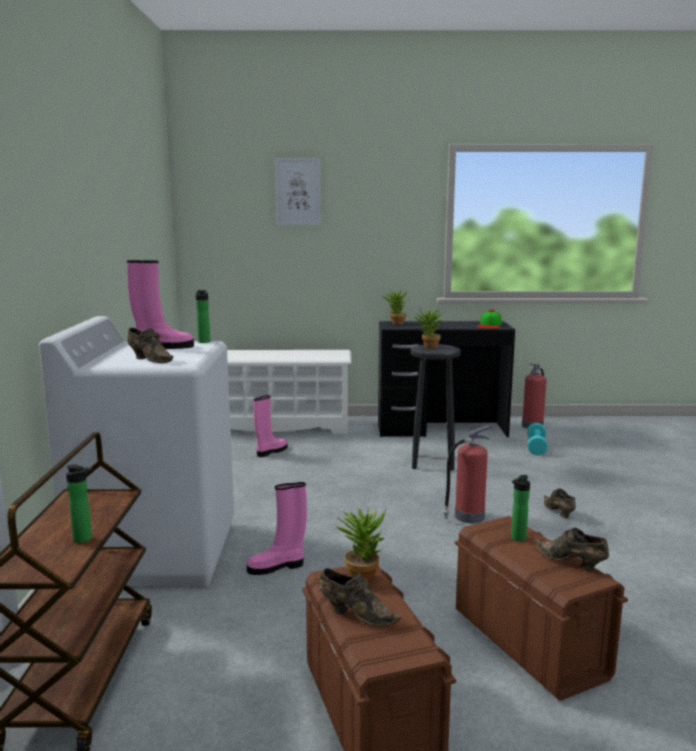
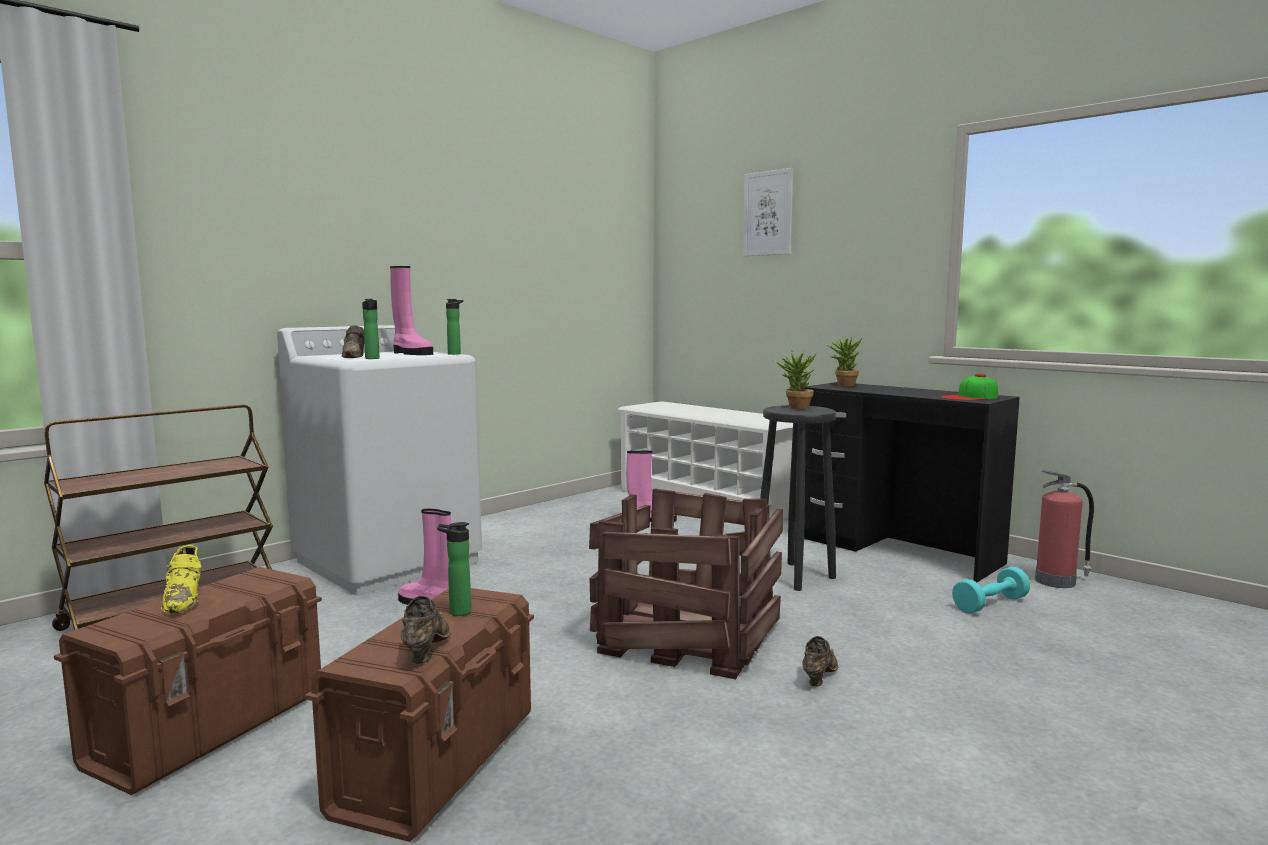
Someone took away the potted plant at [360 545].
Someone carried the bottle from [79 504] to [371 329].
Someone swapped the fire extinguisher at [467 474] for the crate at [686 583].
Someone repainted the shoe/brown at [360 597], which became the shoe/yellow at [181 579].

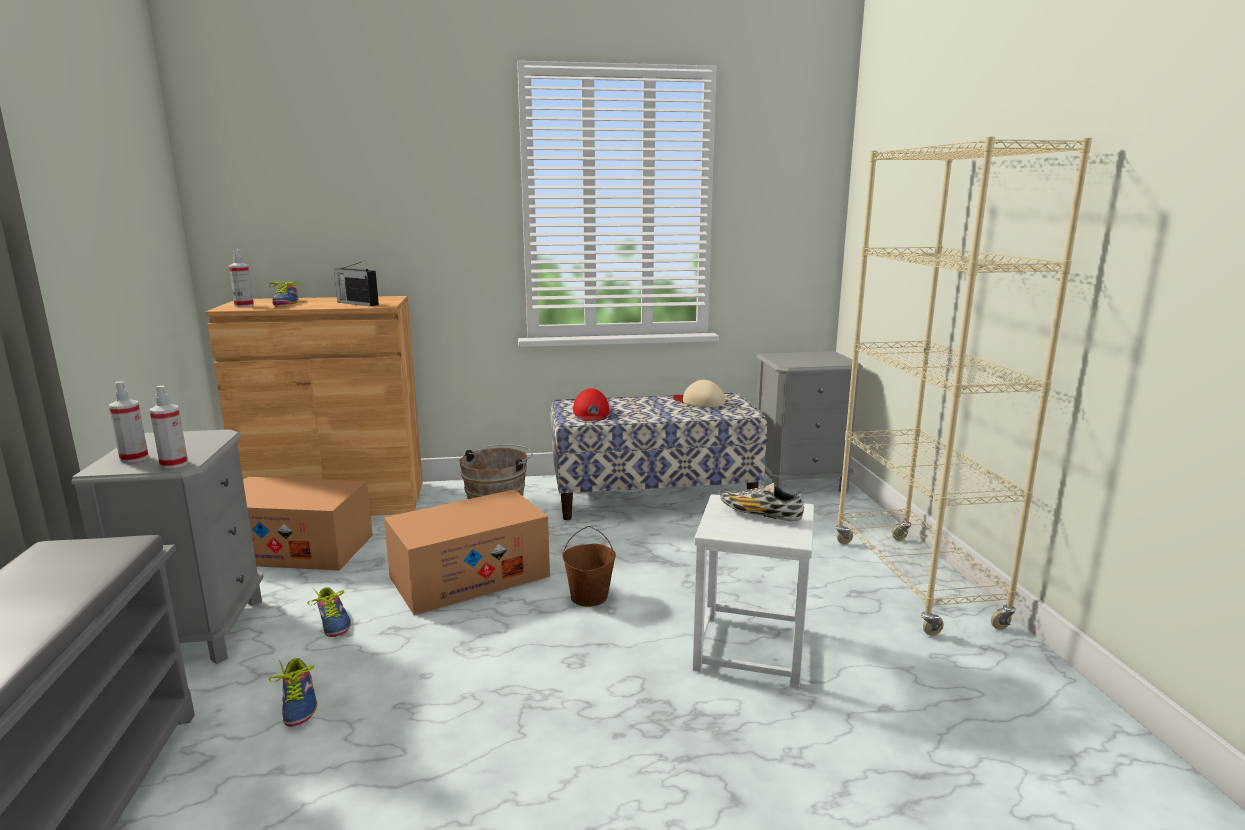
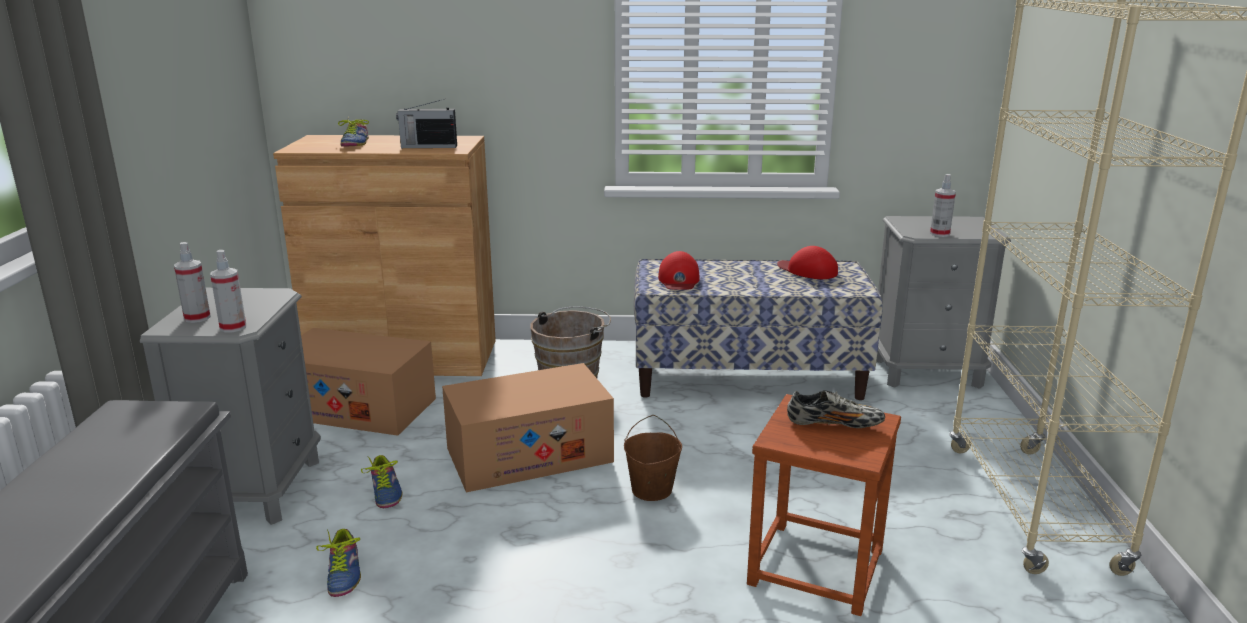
Someone carried the spray bottle from [241 278] to [943 205].
Someone repainted the cap/beige at [699 393], which became the cap/red at [807 262].
Someone repainted the stool/white at [753 590], which became the stool/brown at [824 505].
Someone rotated the radio at [356 283] by 45 degrees counterclockwise.
Someone rotated the shoe at [762 502] by 150 degrees clockwise.

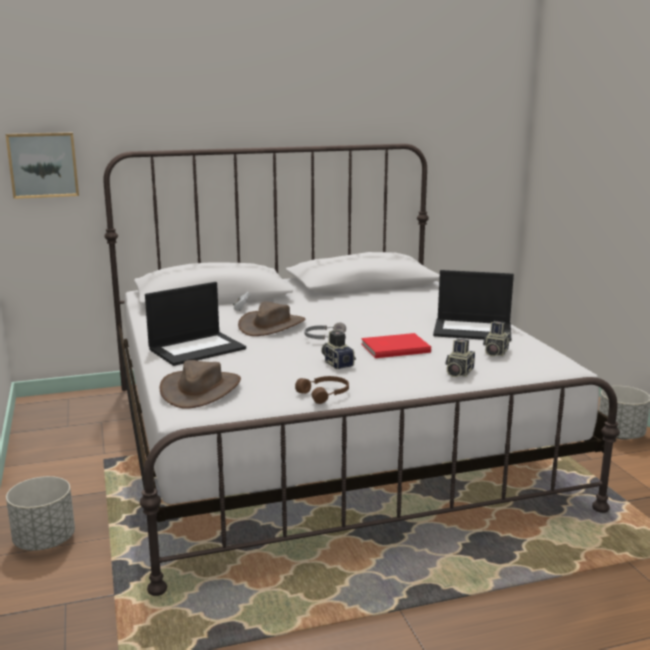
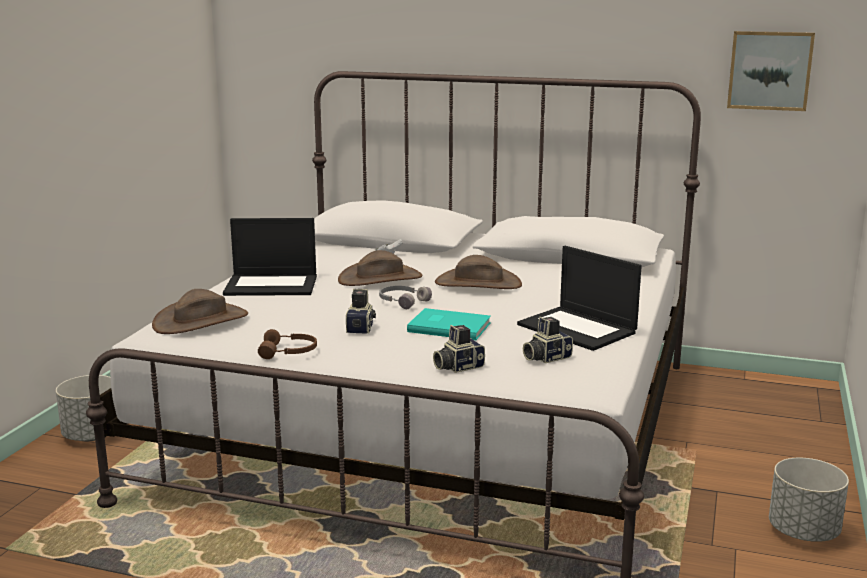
Someone put down the hat/brown at [478 272].
Someone carried the picture from [42 165] to [771 71].
Someone repainted the book/red at [396 345], which became the book/turquoise at [449 324].

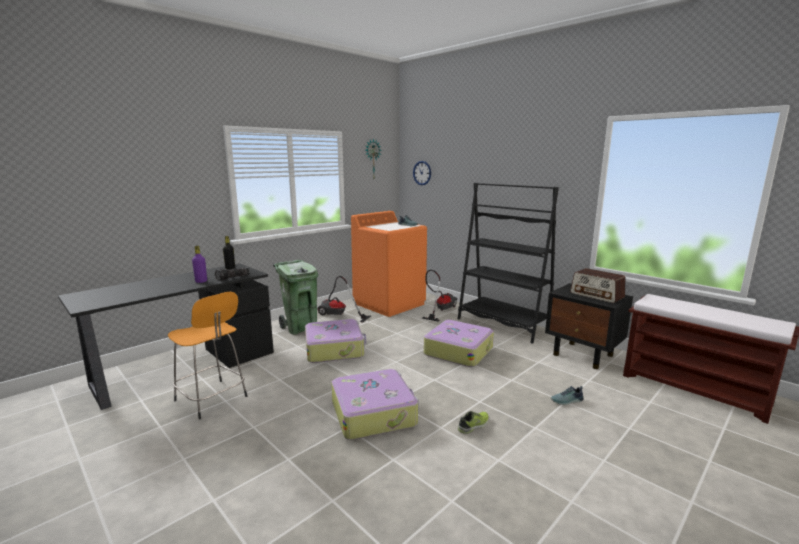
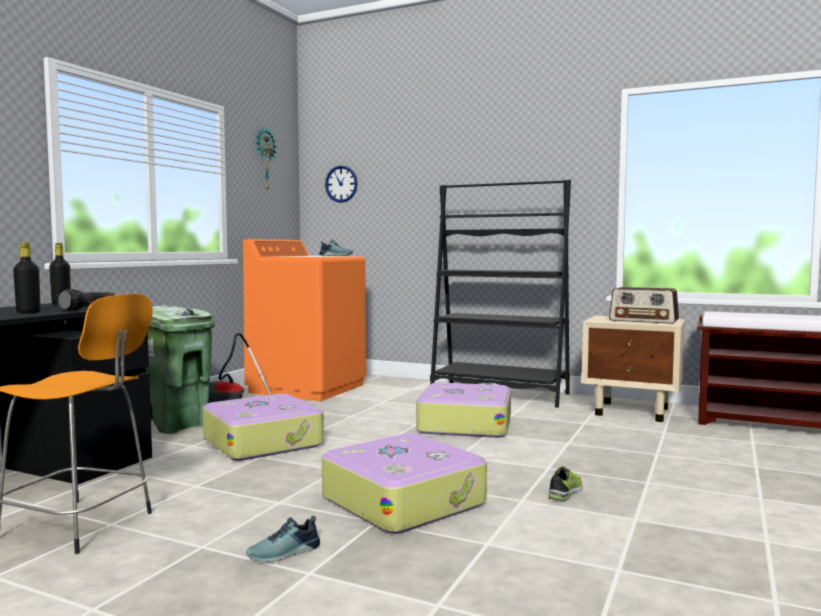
Someone took away the vacuum cleaner at [439 296].
Someone carried the shoe from [567 395] to [283 538].
Someone repainted the bottle/purple at [199 264], which became the bottle/black at [26 277].
Someone repainted the nightstand/black at [589 326], which became the nightstand/beige at [633 369].

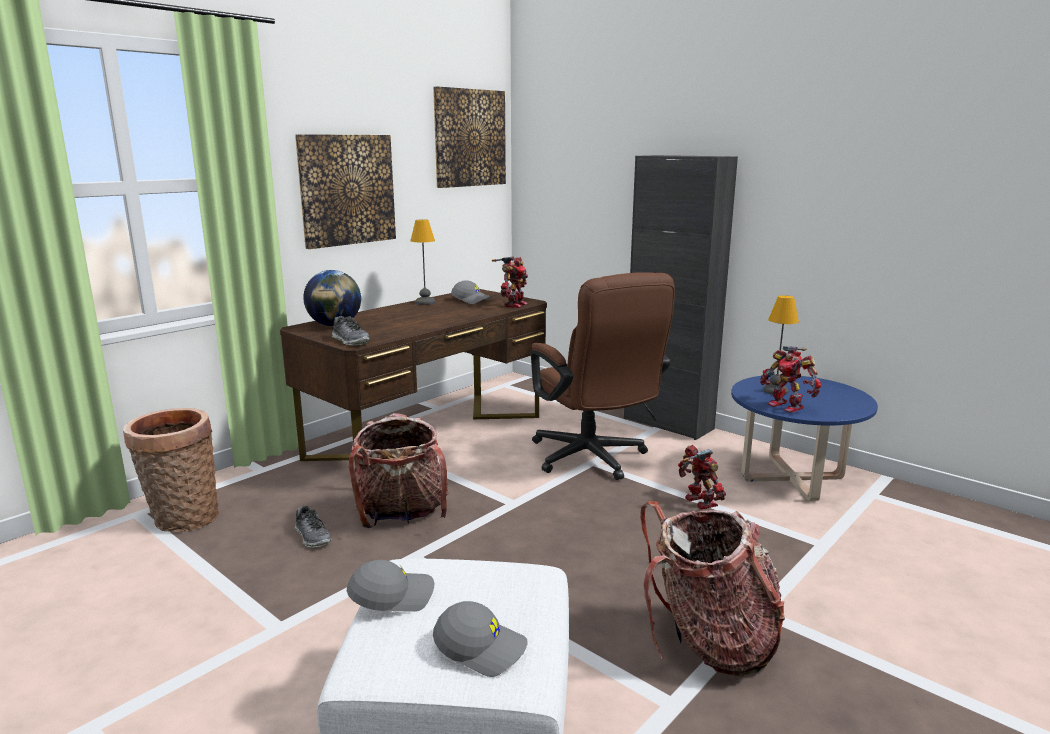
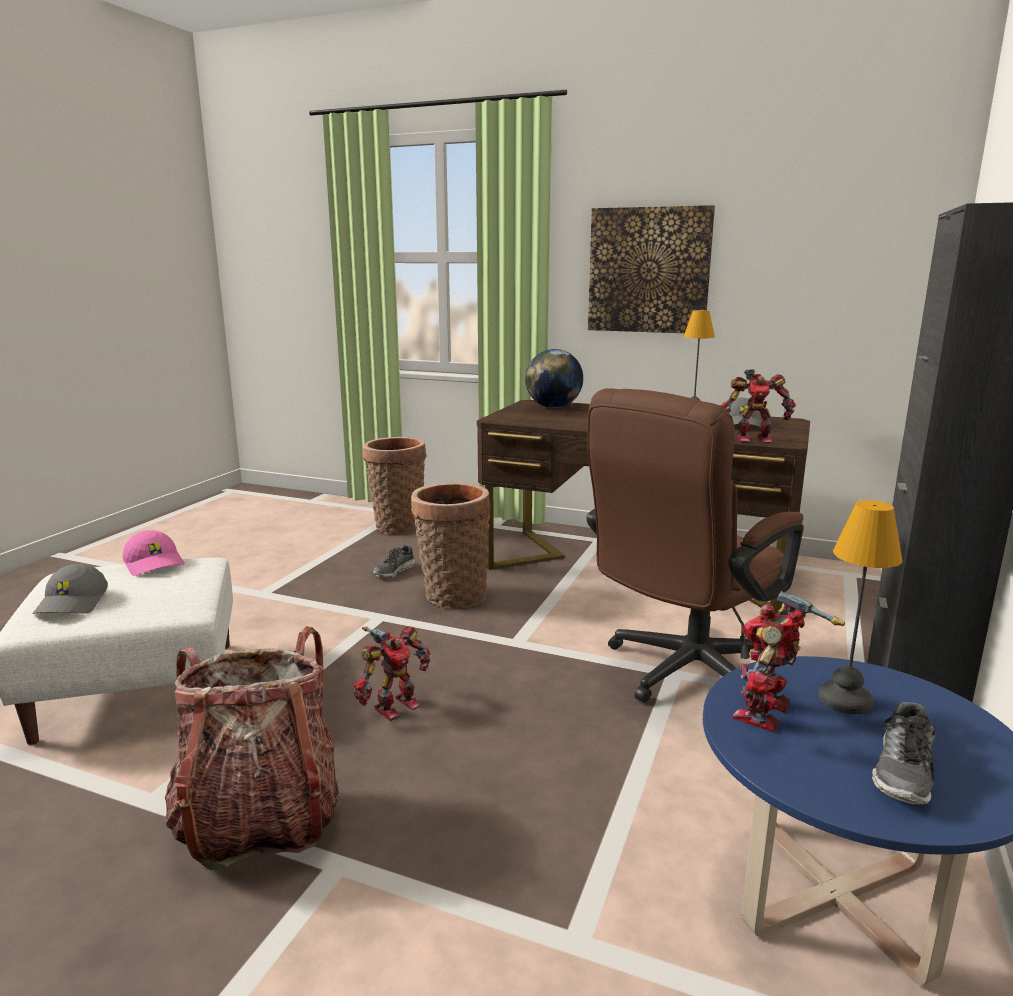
Someone took away the picture at [469 137].
Someone carried the shoe from [351 330] to [904 753].
Someone carried the toy robot from [702 477] to [392 673].
Someone swapped the backpack at [398 470] for the basket at [450 546].
Someone repainted the cap/grey at [390 586], which became the cap/pink at [154 553].

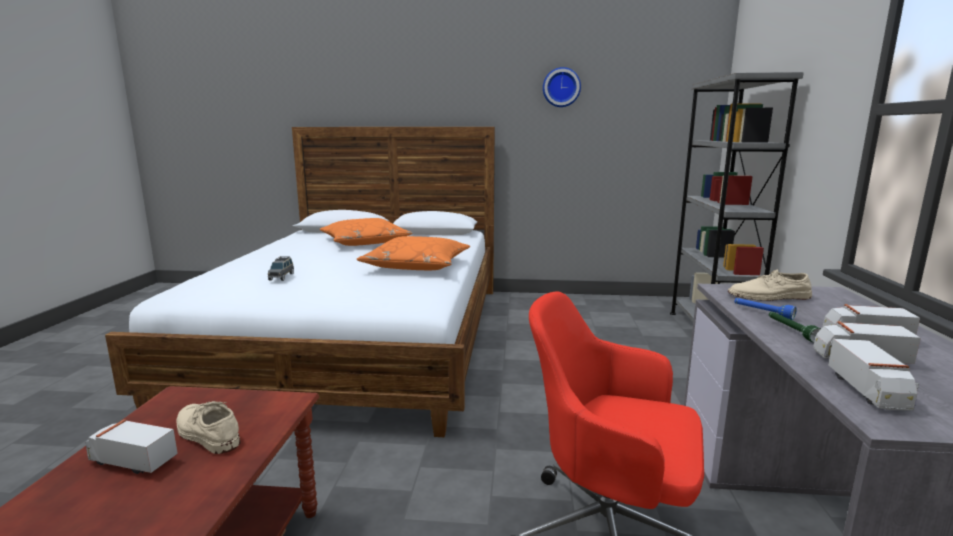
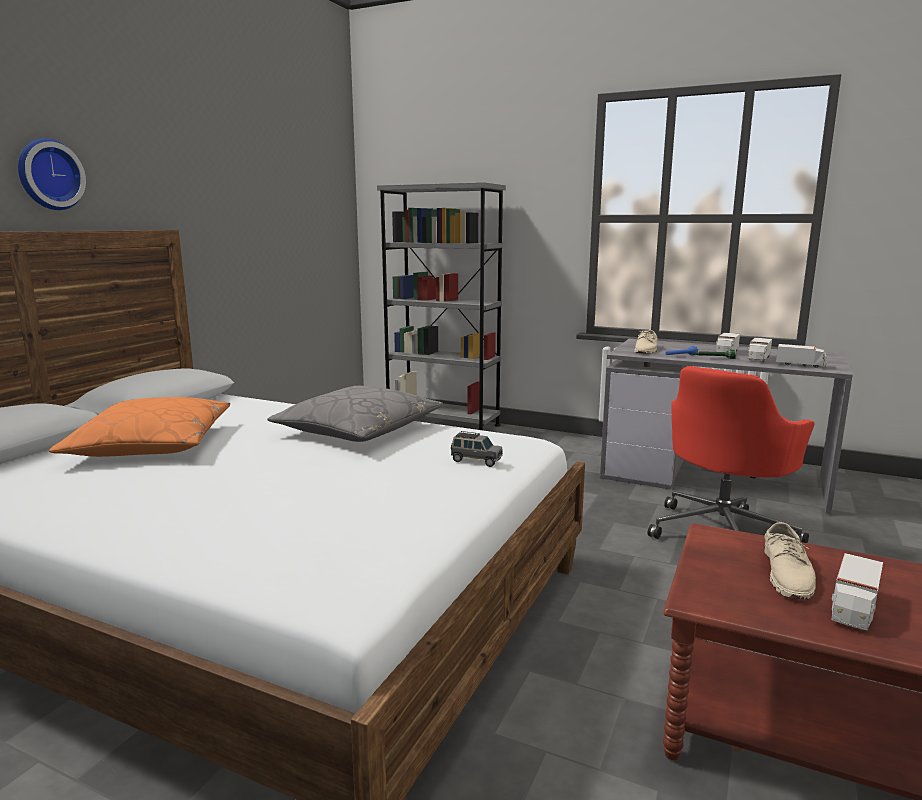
Someone carried the toy car/grey from [281 268] to [477 449].
Someone carried the wall clock from [562 87] to [52 174].
Someone repainted the pillow/orange at [413 253], which became the pillow/grey at [355 414].
Someone rotated the shoe/beige at [209 427] by 45 degrees counterclockwise.

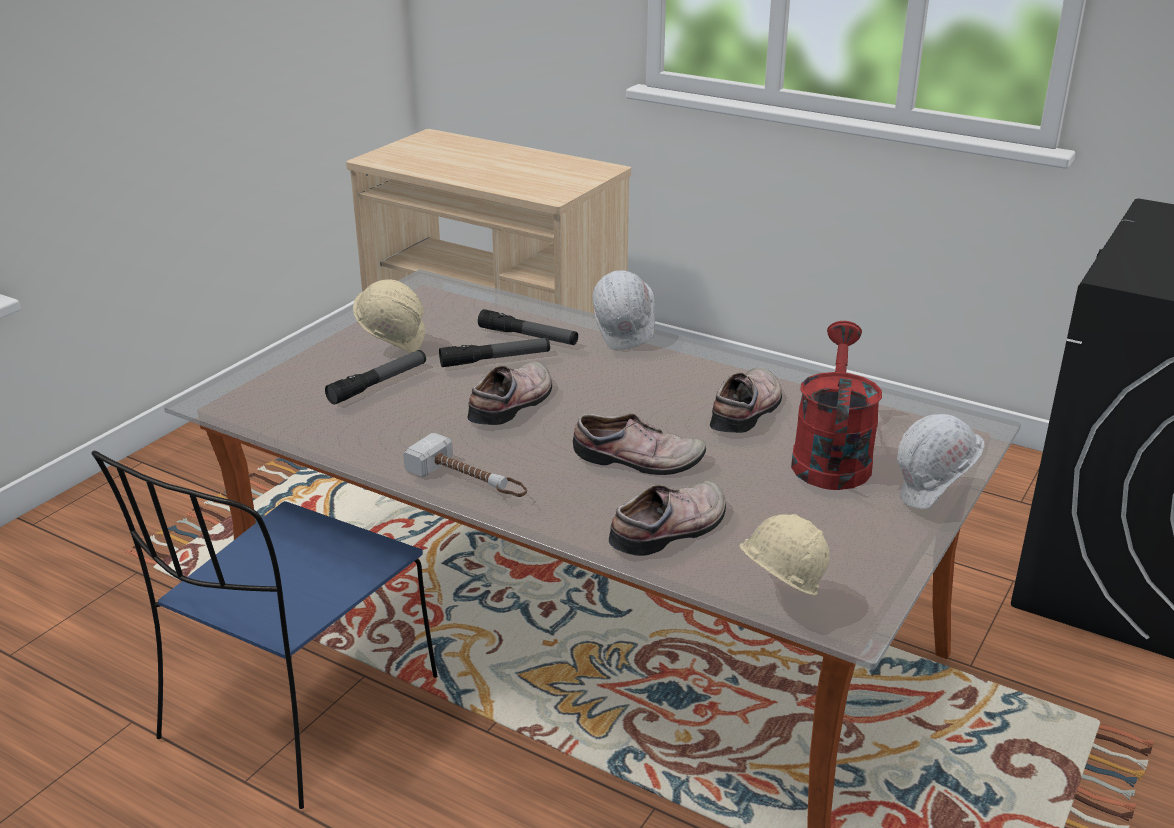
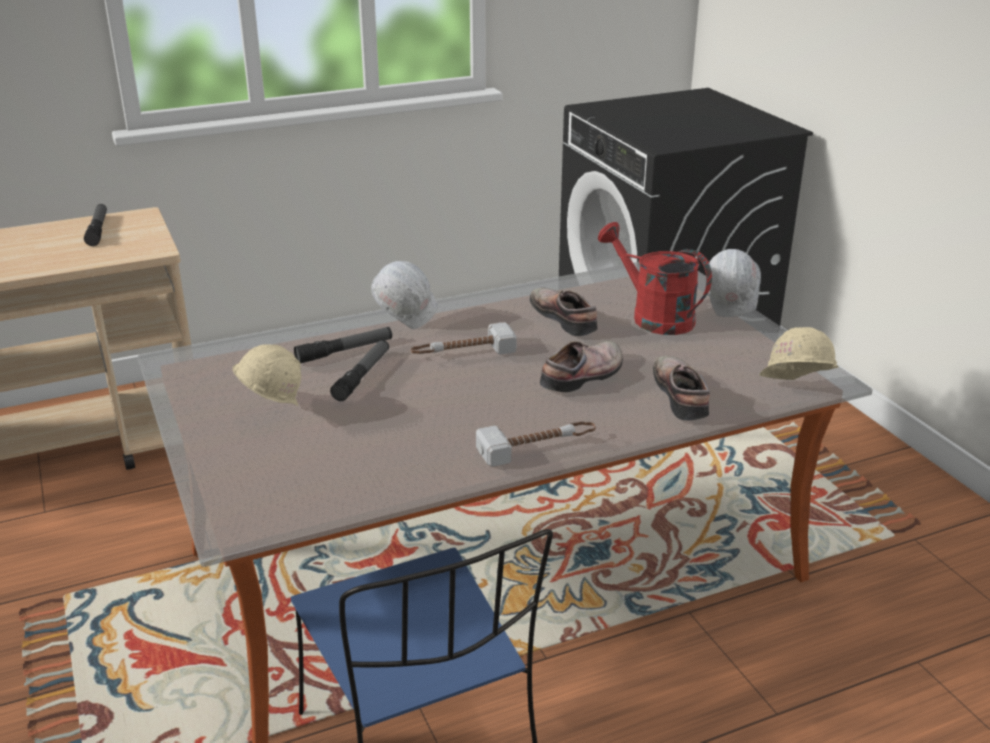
Someone took away the shoe at [510 393].
Someone put down the hammer at [463 338].
Someone carried the flashlight from [375 377] to [95 225].

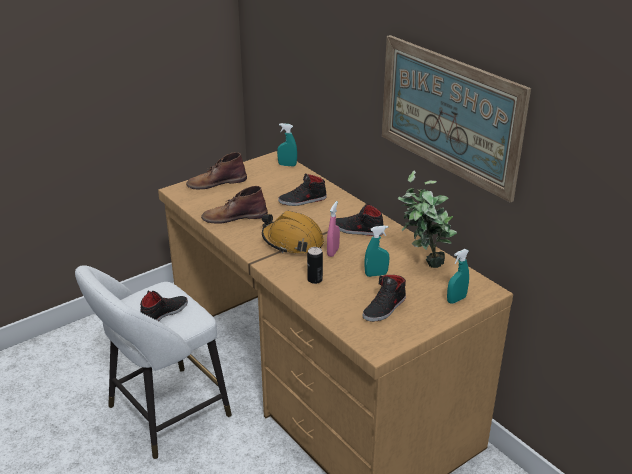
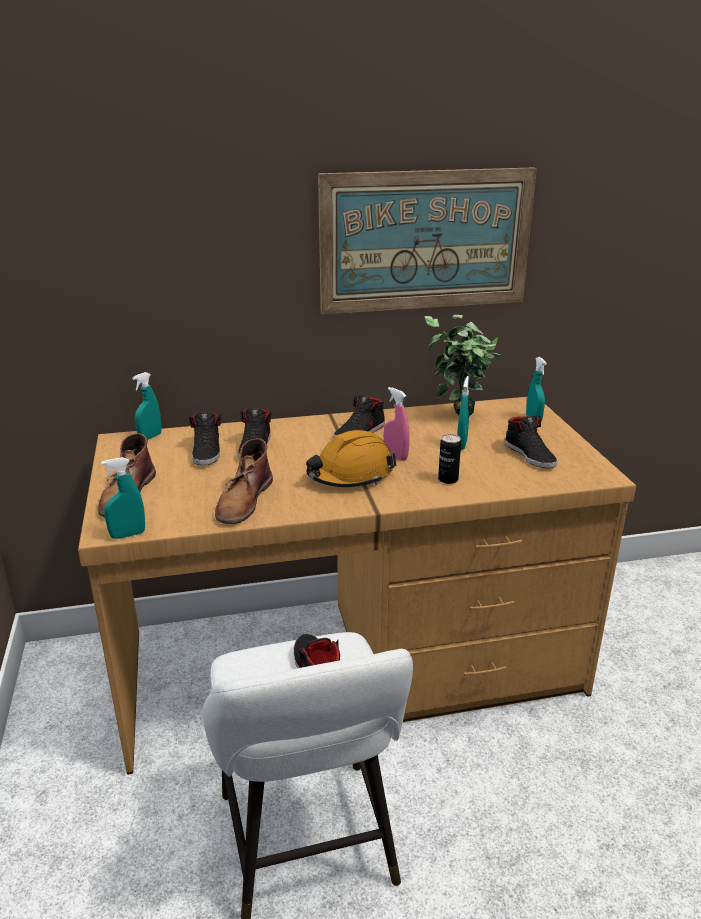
Someone put down the spray bottle/turquoise at [123 498].
Someone put down the shoe/black at [205 438].

